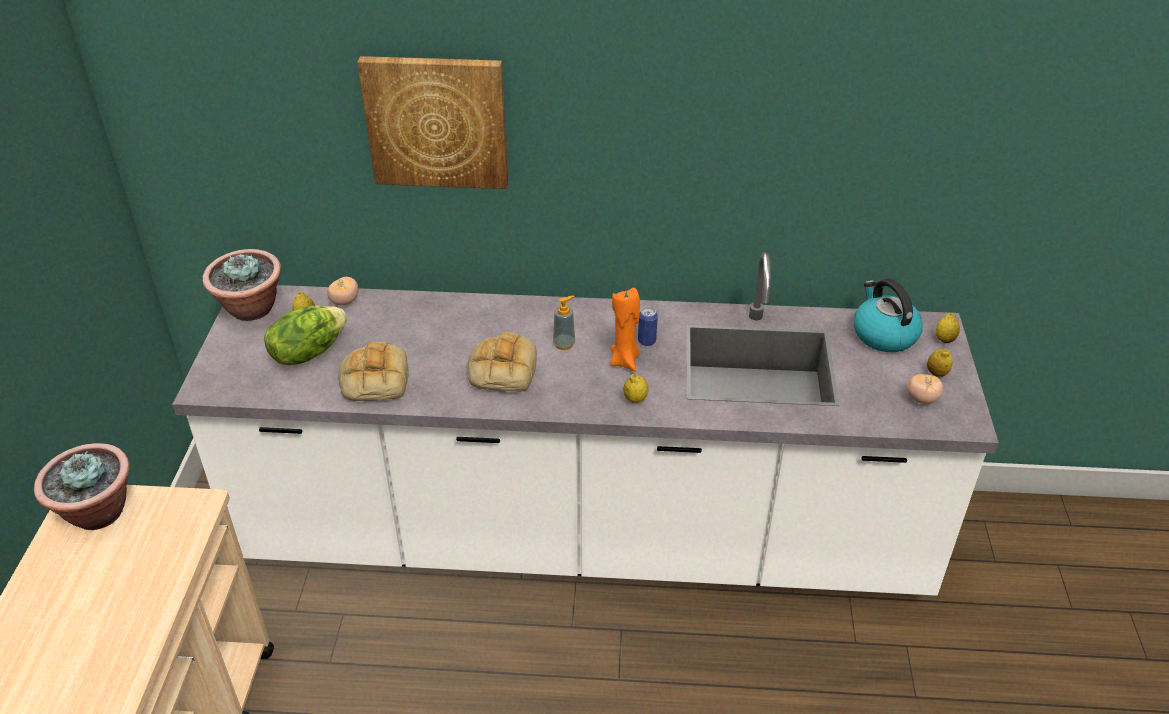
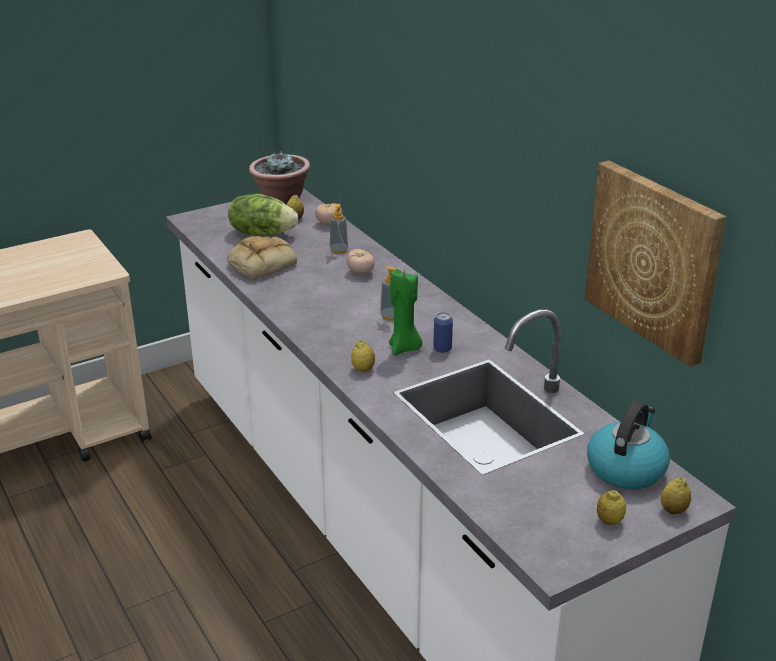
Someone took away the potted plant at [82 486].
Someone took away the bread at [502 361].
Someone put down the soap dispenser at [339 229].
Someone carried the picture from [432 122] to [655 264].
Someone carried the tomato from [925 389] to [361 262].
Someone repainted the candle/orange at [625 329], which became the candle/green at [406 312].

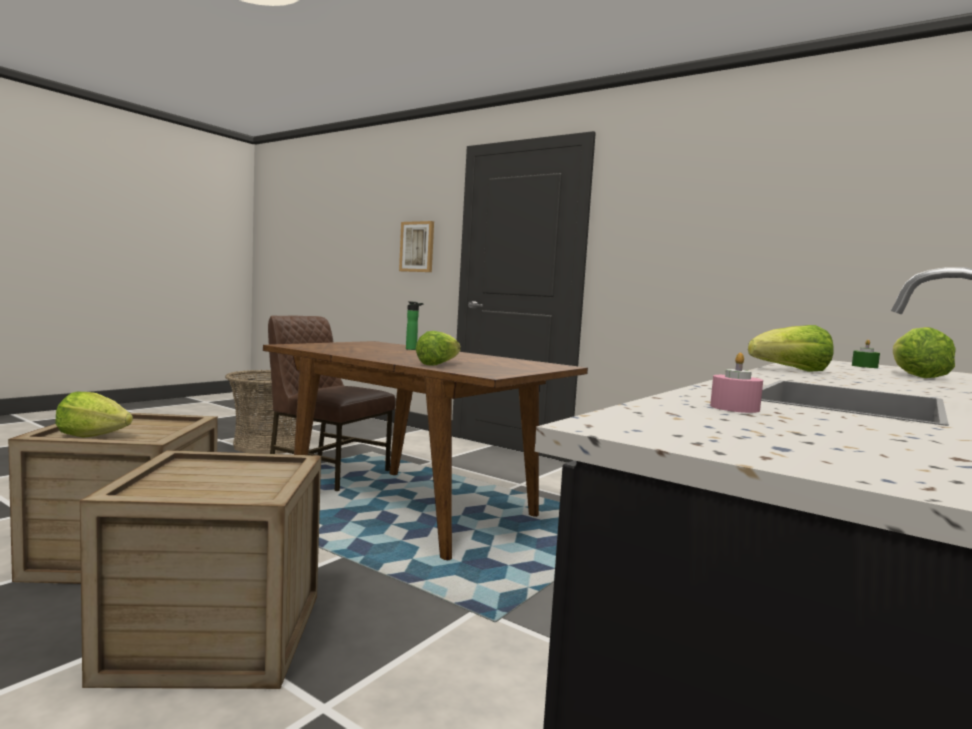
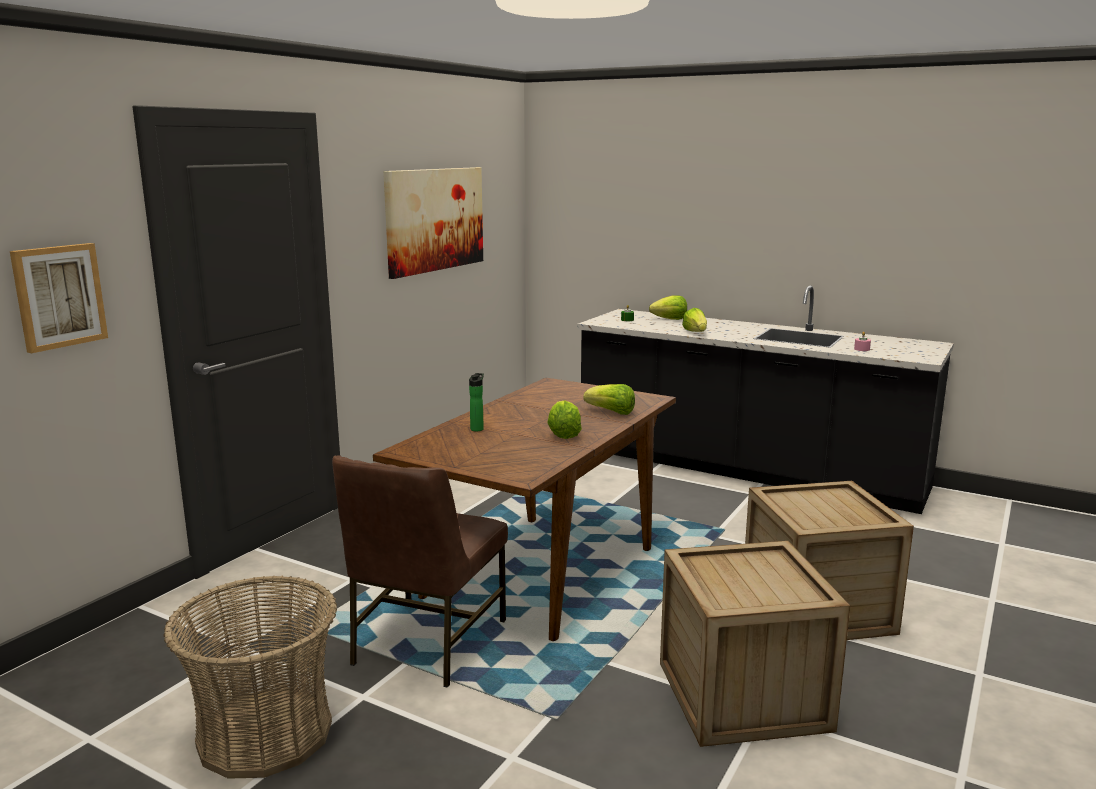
Someone put up the picture at [433 223].
Someone carried the lettuce from [94 415] to [564 419].

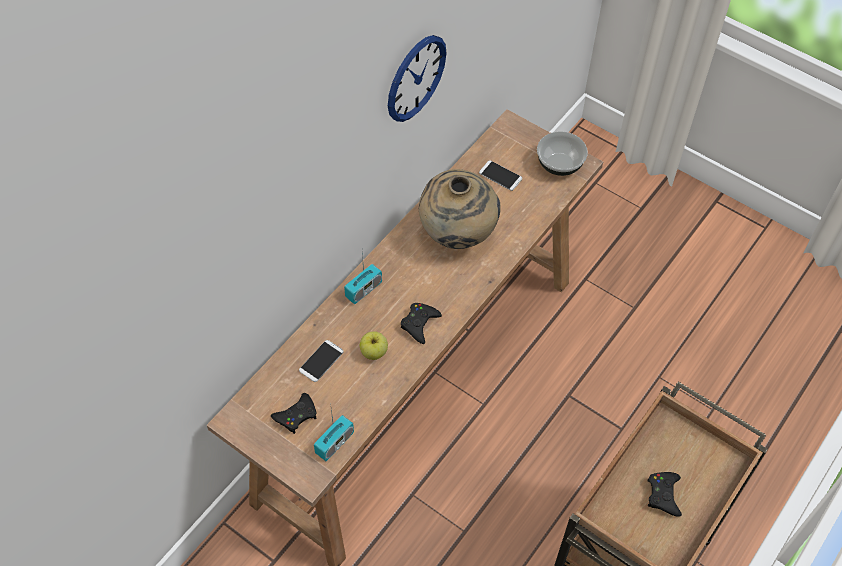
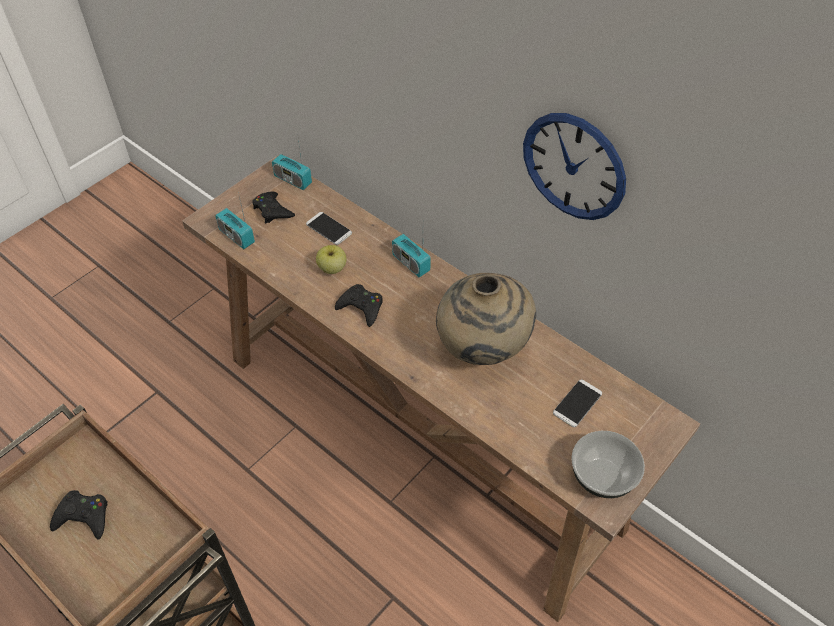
Someone put down the radio at [292 165].

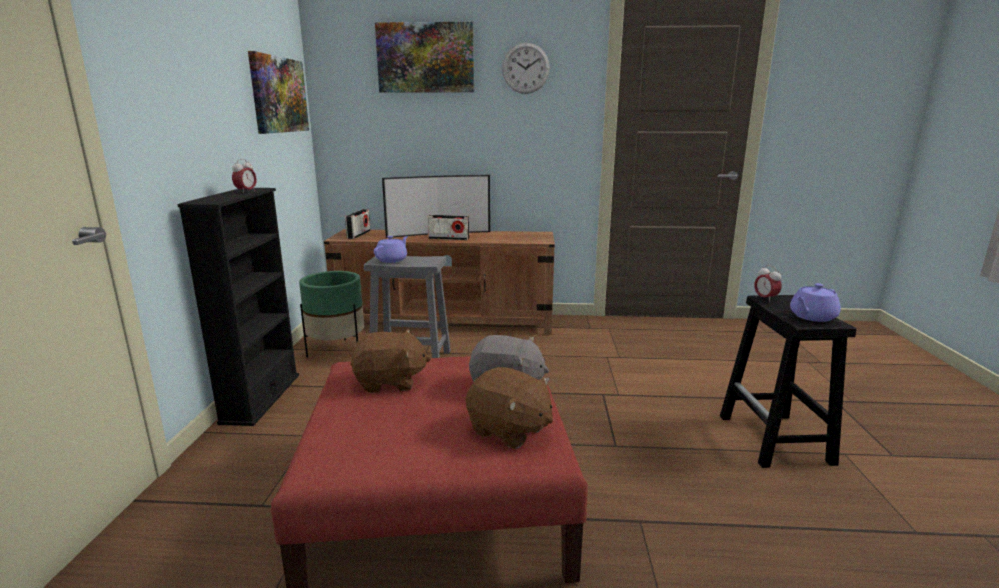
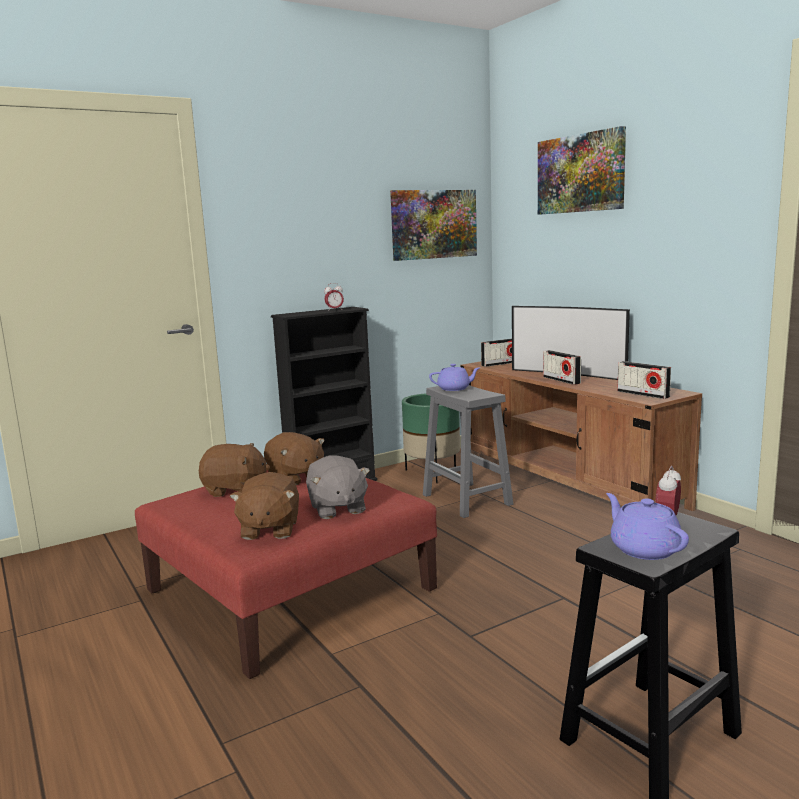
Someone took away the wall clock at [526 68].
Someone put down the plush toy/brown at [234 470].
Someone put down the radio at [644 380].
Someone rotated the teapot/purple at [815 302] by 45 degrees clockwise.

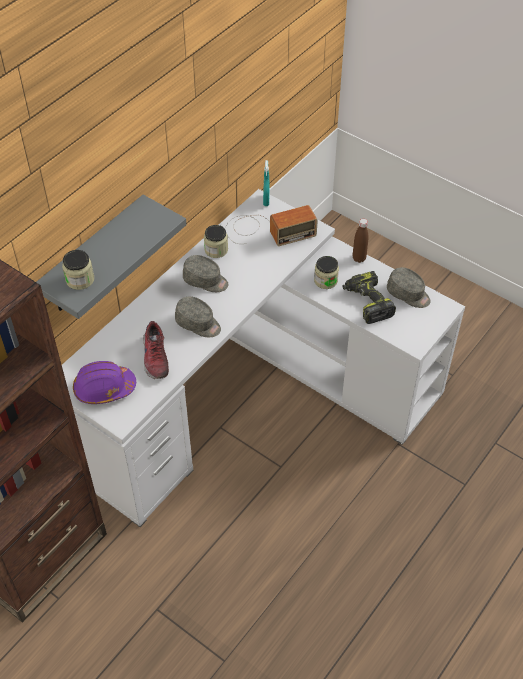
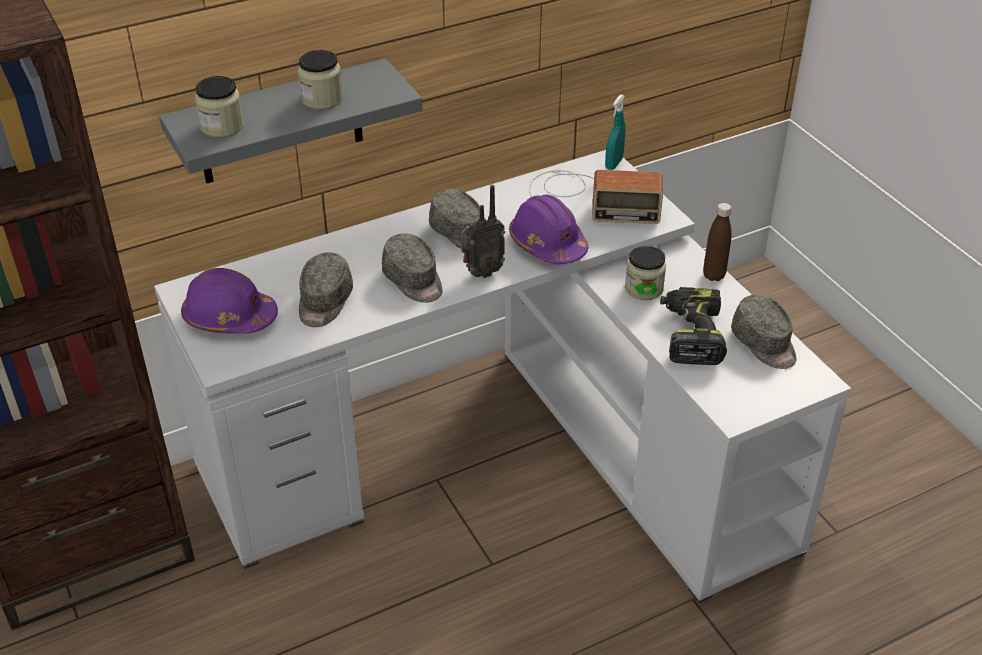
Someone put down the radio at [483 231].
Someone put down the hard hat/purple at [548 229].
Someone carried the jar from [216 241] to [320 79].
Someone swapped the shoe at [156 350] for the cap/grey at [326 289].

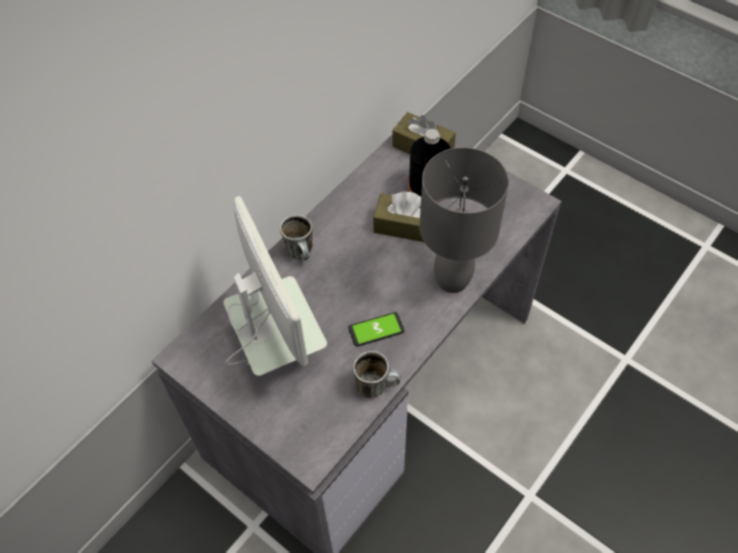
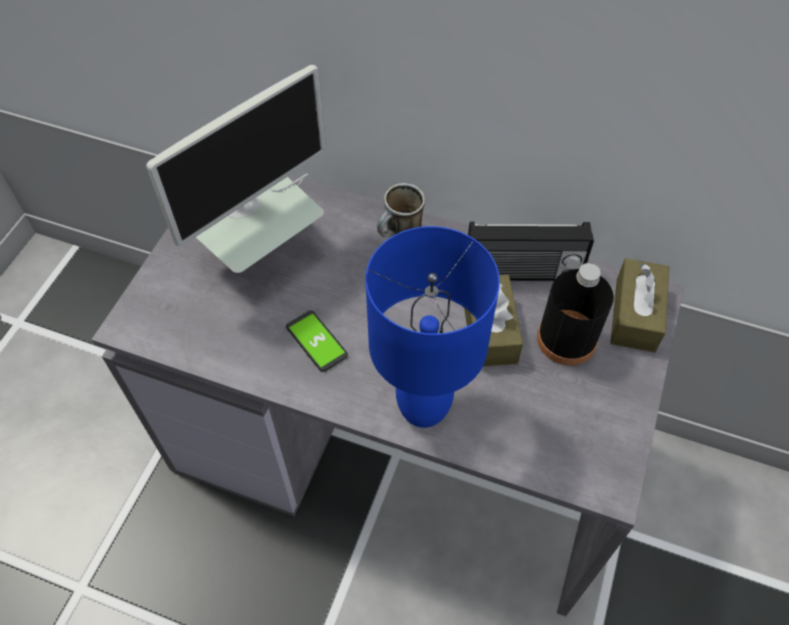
Someone took away the mug at [377 374].
Someone put down the radio at [531 251].
Someone repainted the table lamp/grey at [464 220], which became the table lamp/blue at [432 327].

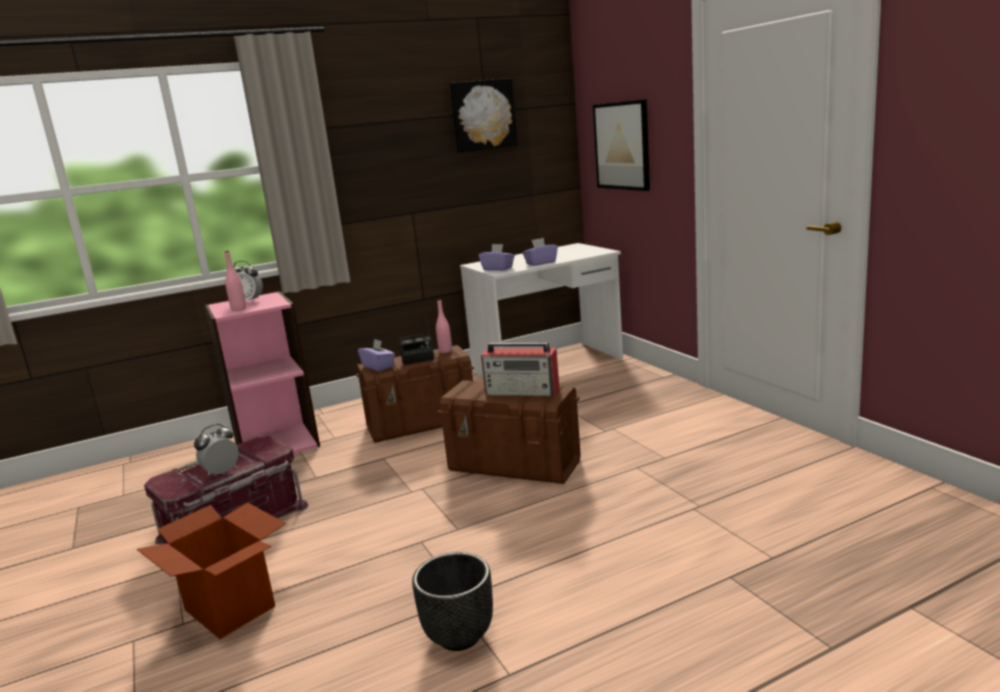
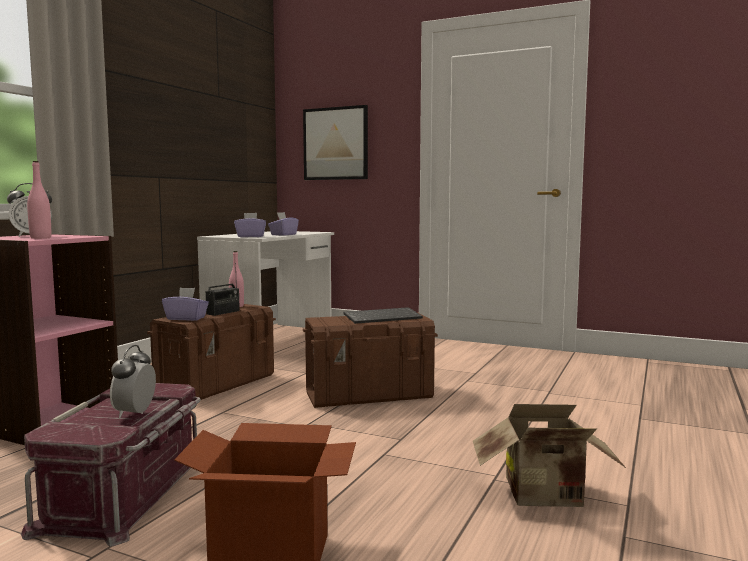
Someone took away the picture at [484 115].
Someone swapped the planter/black at [452 601] for the cardboard box at [549 455].
Someone swapped the radio at [520 370] for the keyboard at [383 315].

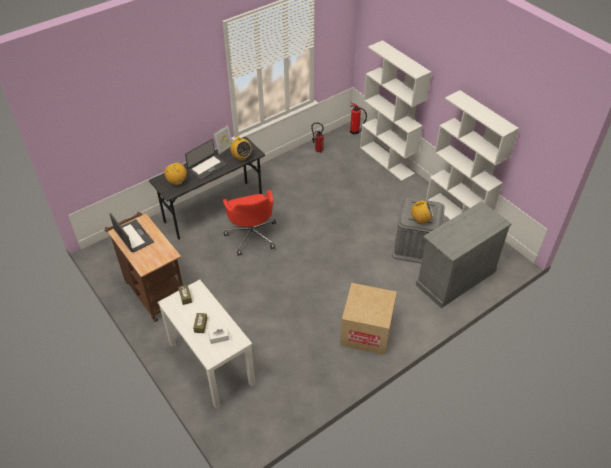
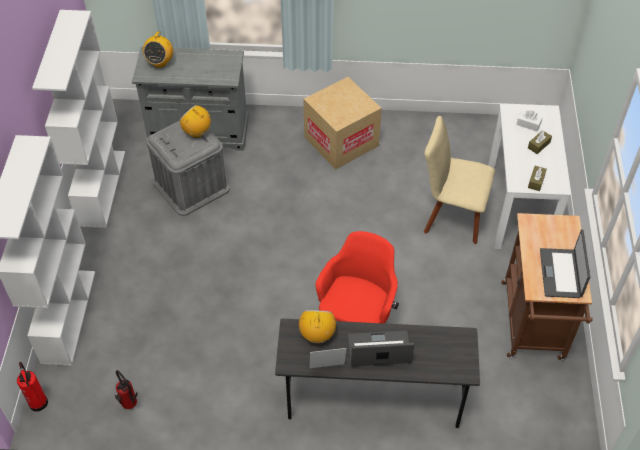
Someone put down the chair/beige at [459 180].
Someone carried the radio from [175 174] to [158 49].

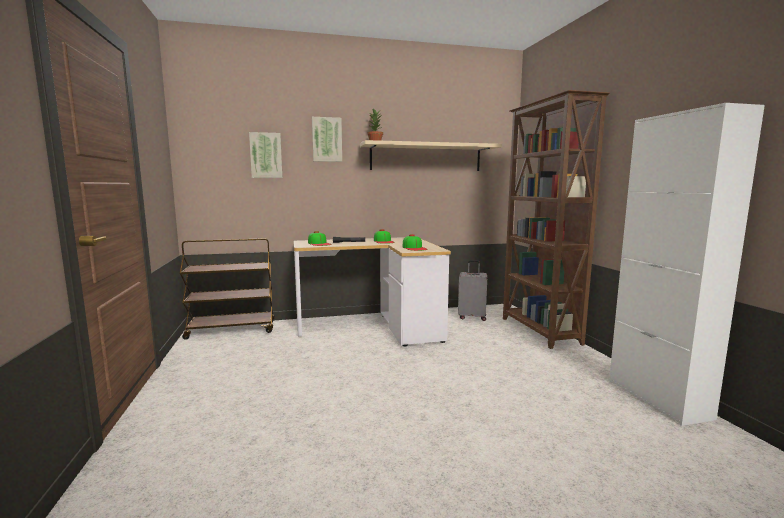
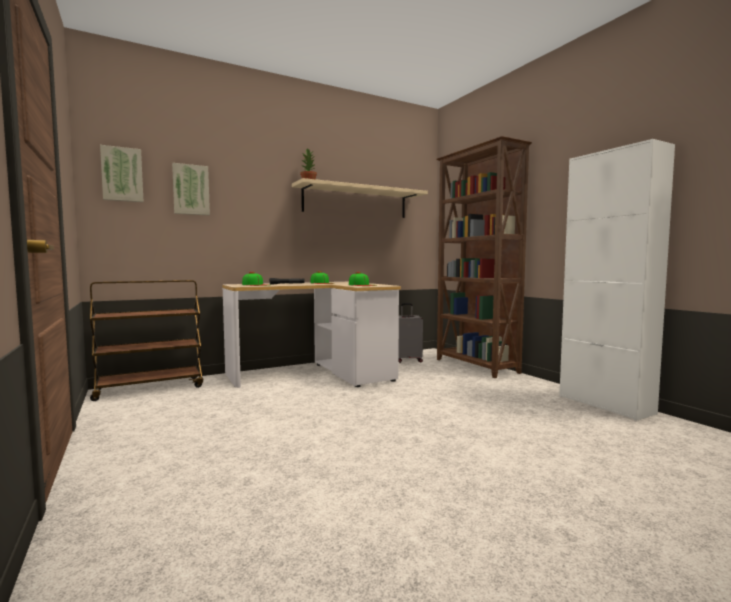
Someone carried the picture from [327 139] to [122 173].

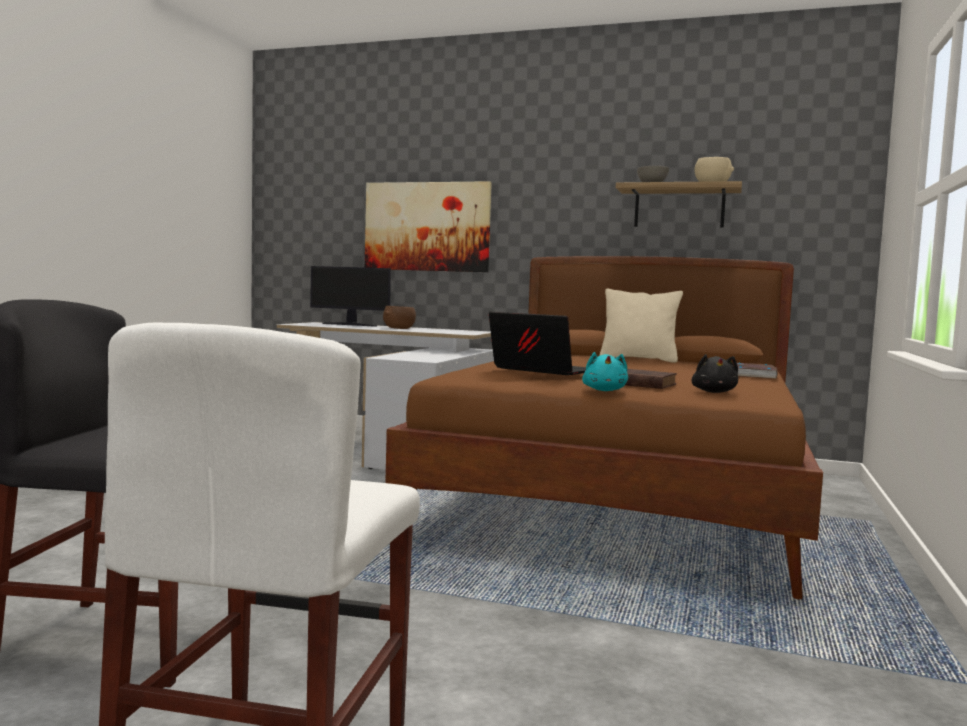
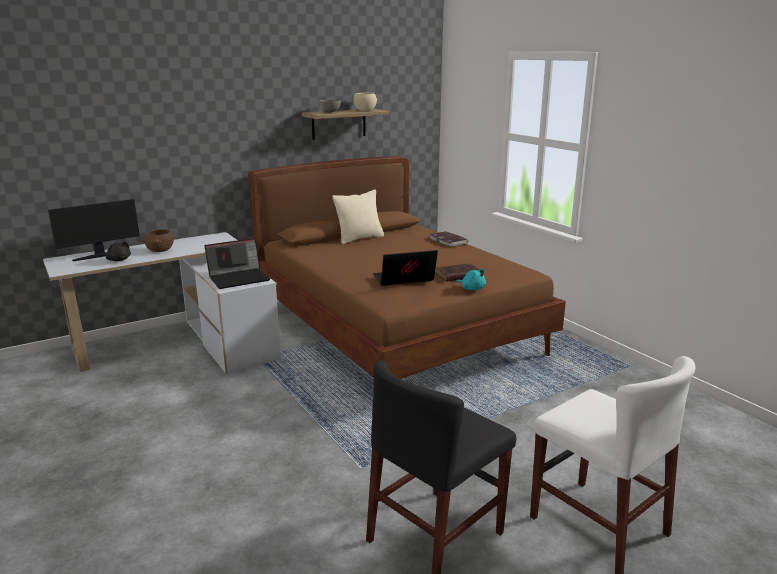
Someone took away the picture at [428 226].
Someone put down the laptop at [237 263].
Someone carried the plush toy/black from [714 373] to [118 251].

